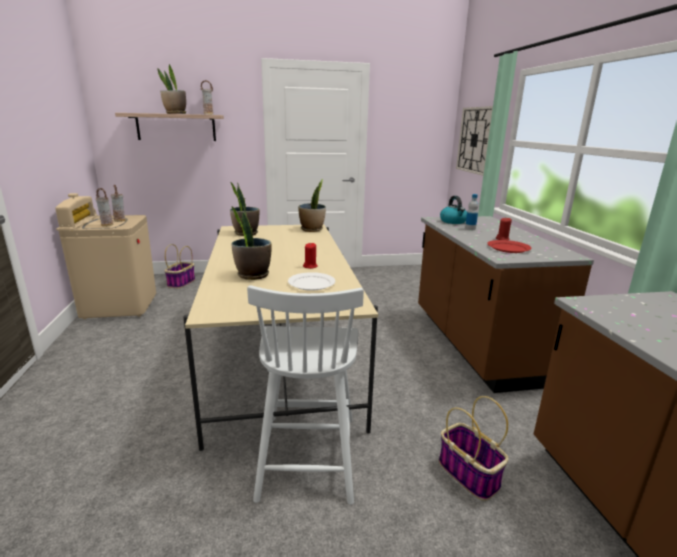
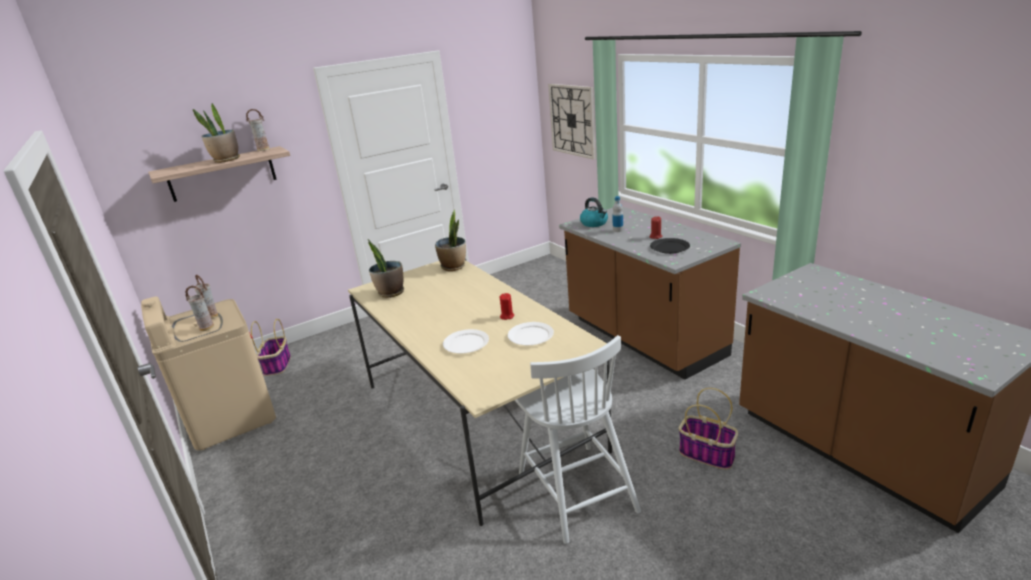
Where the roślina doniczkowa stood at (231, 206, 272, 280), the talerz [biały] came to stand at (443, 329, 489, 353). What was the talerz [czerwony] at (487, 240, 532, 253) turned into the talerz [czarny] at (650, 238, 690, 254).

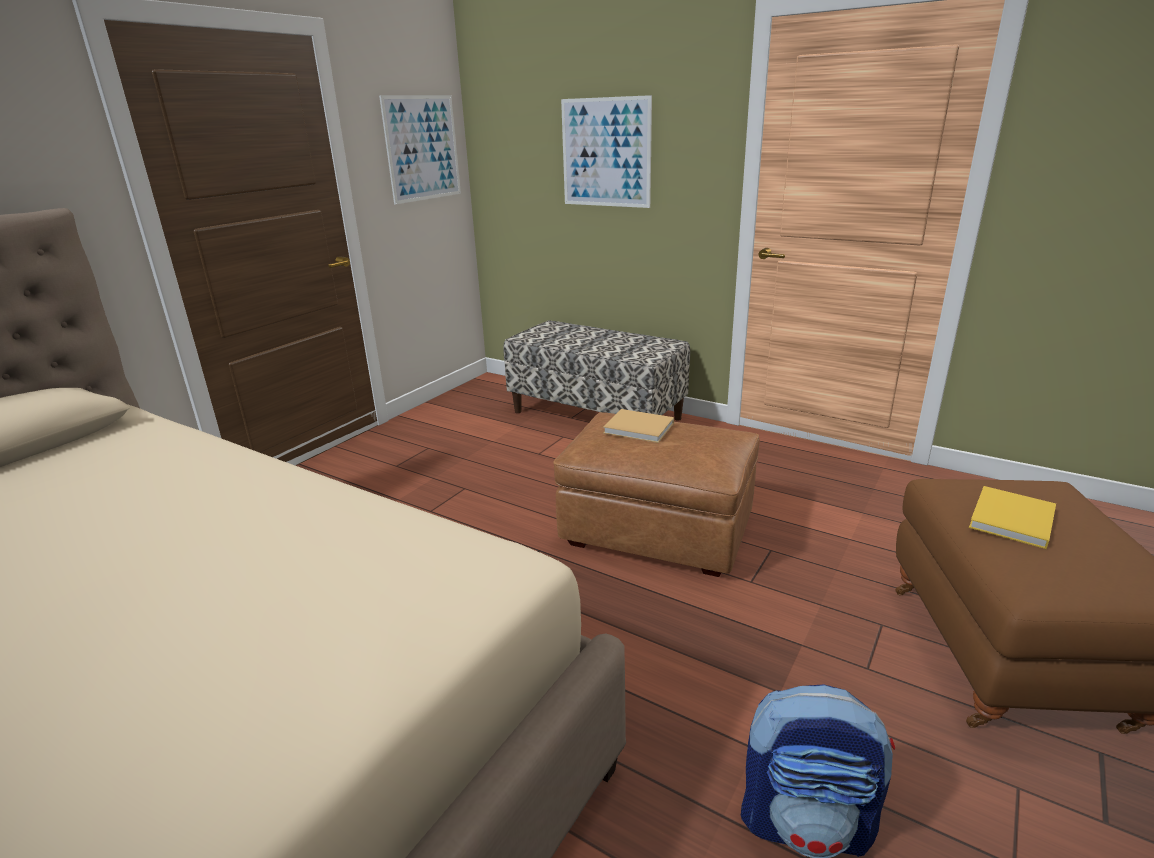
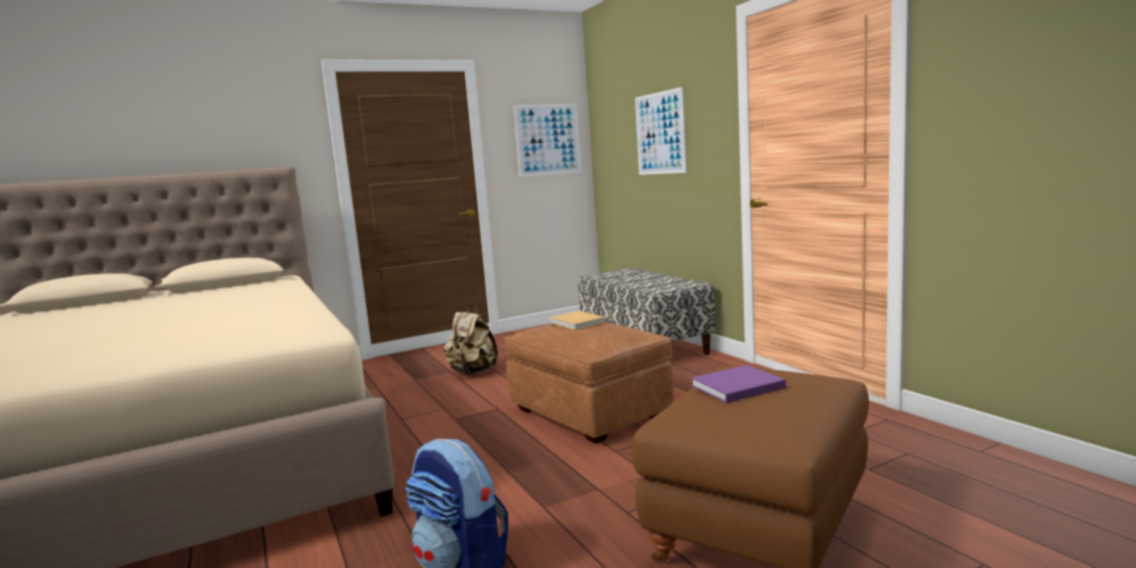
What was the książka [żółty] at (969, 486, 1056, 549) turned into the książka [fioletowy] at (691, 365, 786, 403). The second view gained the plecak [beżowy] at (444, 305, 498, 375).

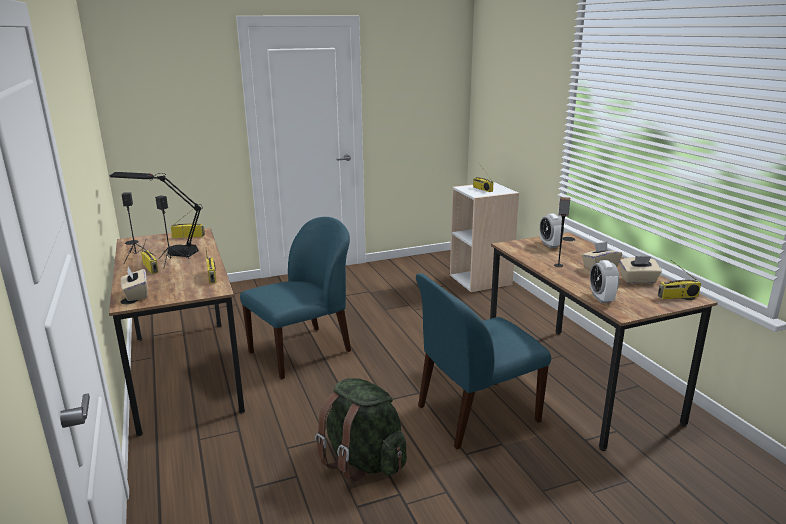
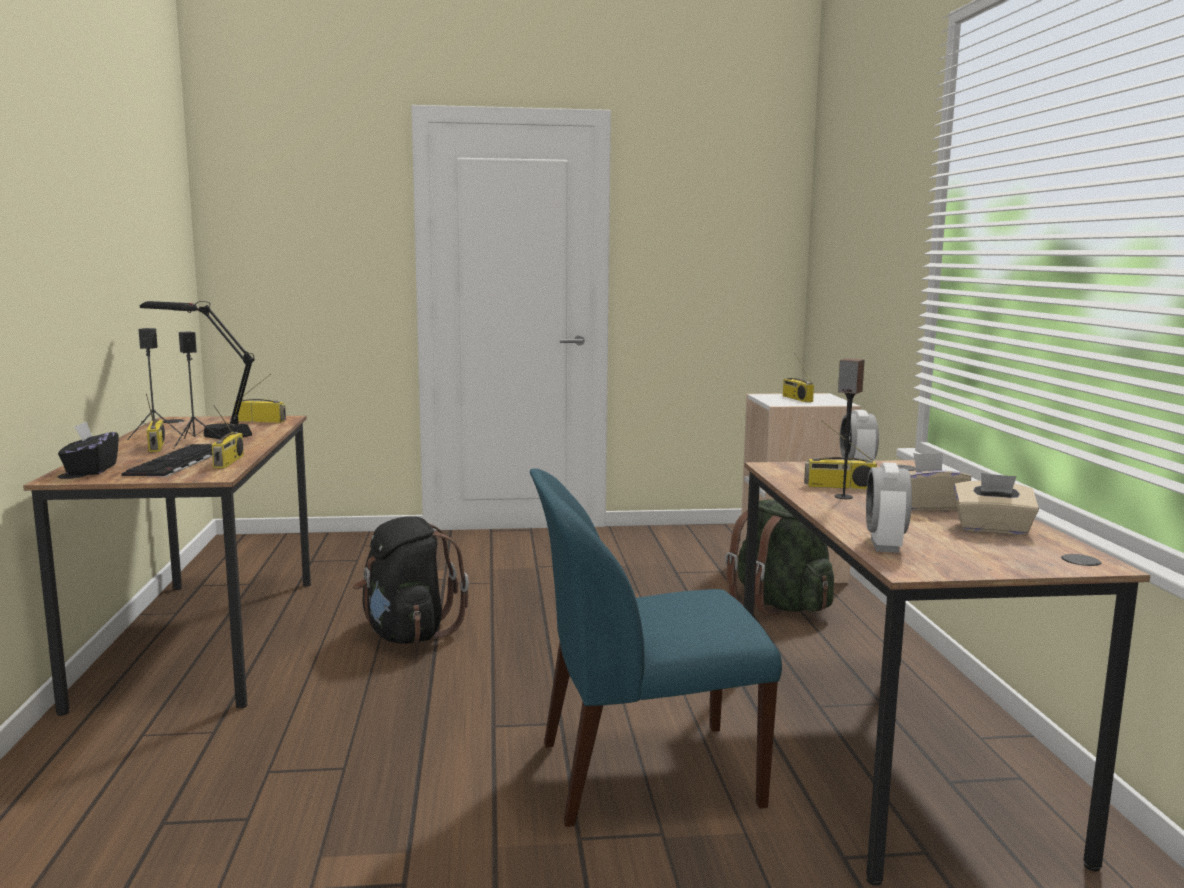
Where the krzesło [niebieski] stood at (240, 217, 351, 379), the plecak [czarny] came to stand at (353, 516, 469, 644). The radio ended up elsewhere, having gone from (658, 260, 701, 300) to (804, 421, 877, 489). What was the pudełko chusteczek [beżowy] at (121, 267, 148, 301) turned into the pudełko chusteczek [czarny] at (58, 422, 119, 475). The plecak [zielony] ended up elsewhere, having gone from (315, 378, 407, 482) to (725, 499, 834, 616). The second view gained the klawiatura at (121, 444, 212, 477).

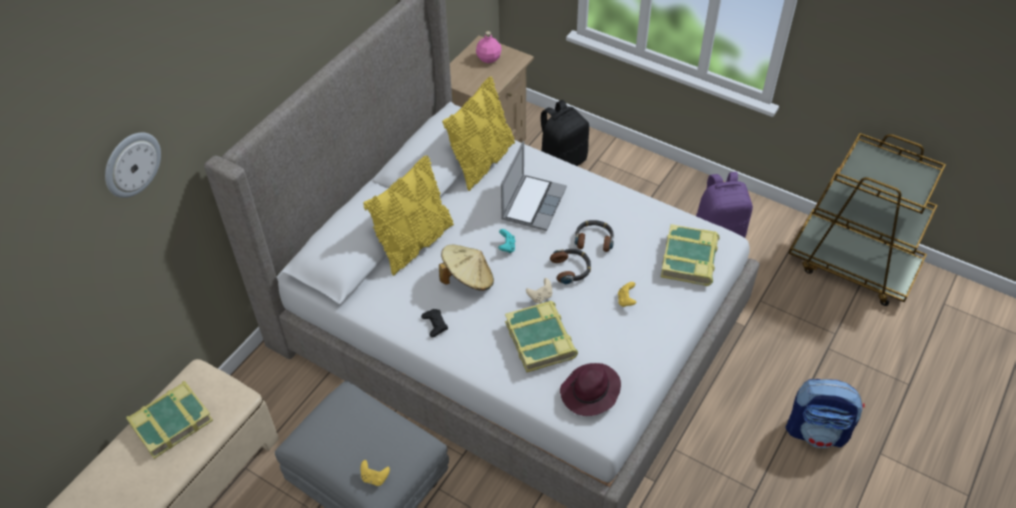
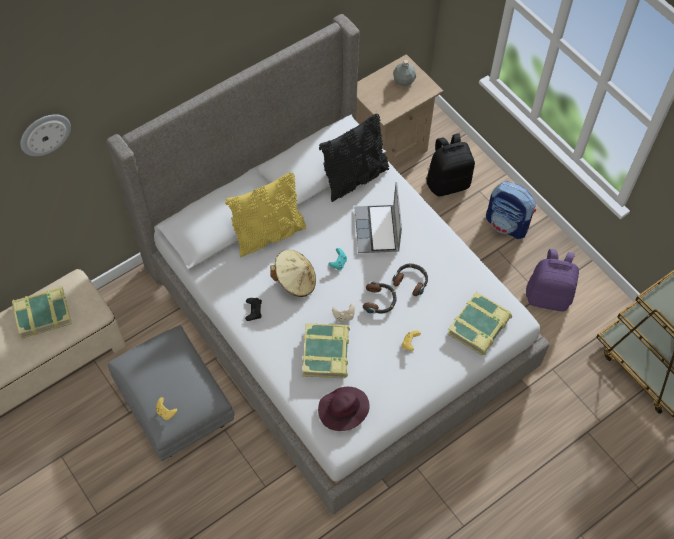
What was the butelka [różowy] at (476, 31, 502, 63) turned into the butelka [szary] at (393, 60, 416, 86). What was the poduszka [żółty] at (442, 77, 515, 191) turned into the poduszka [czarny] at (319, 114, 389, 202). The laptop at (501, 141, 567, 231) ended up facing another way, 135 degrees clockwise from before. The plecak ended up elsewhere, having gone from (786, 379, 865, 448) to (486, 181, 536, 239).

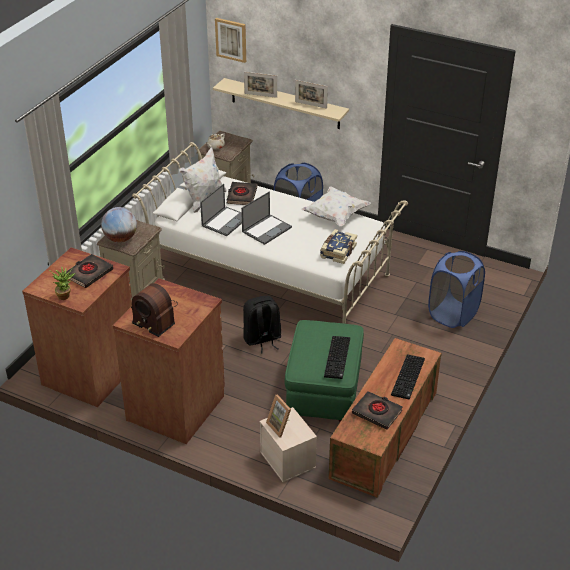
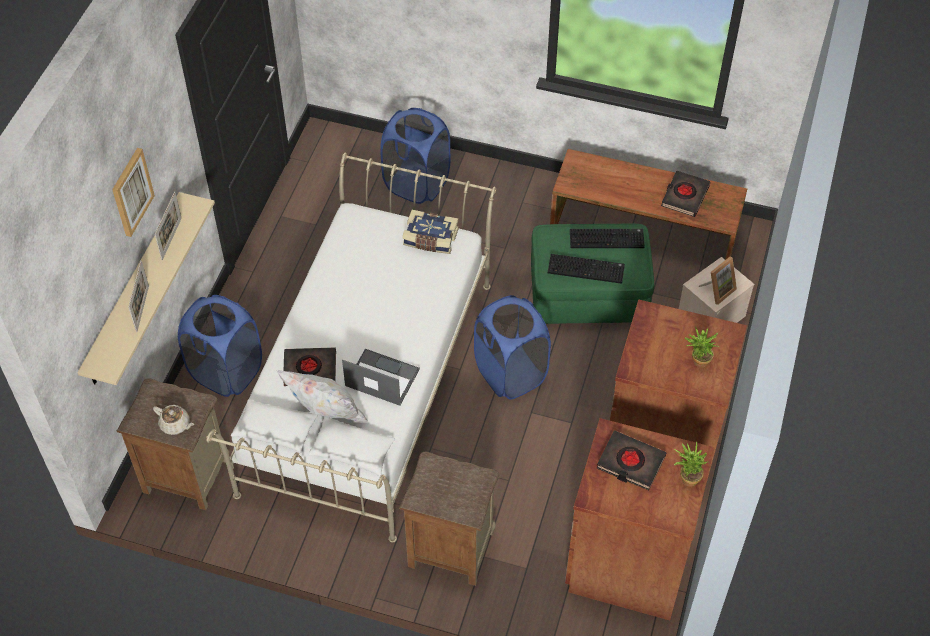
The obraz ended up elsewhere, having gone from (215, 18, 246, 63) to (112, 148, 155, 237). The second view lost the poduszka [biały] at (301, 186, 371, 226). The second view lost the laptop at (241, 191, 292, 245). The second view lost the globus at (101, 207, 137, 242). Where the radio stood at (131, 283, 178, 337), the roślina doniczkowa came to stand at (685, 326, 719, 368). Where the plecak [czarny] stood at (243, 295, 281, 354), the kosz na pranie [niebieski] came to stand at (474, 295, 551, 400). The klawiatura ended up elsewhere, having gone from (391, 354, 425, 399) to (548, 254, 625, 284).

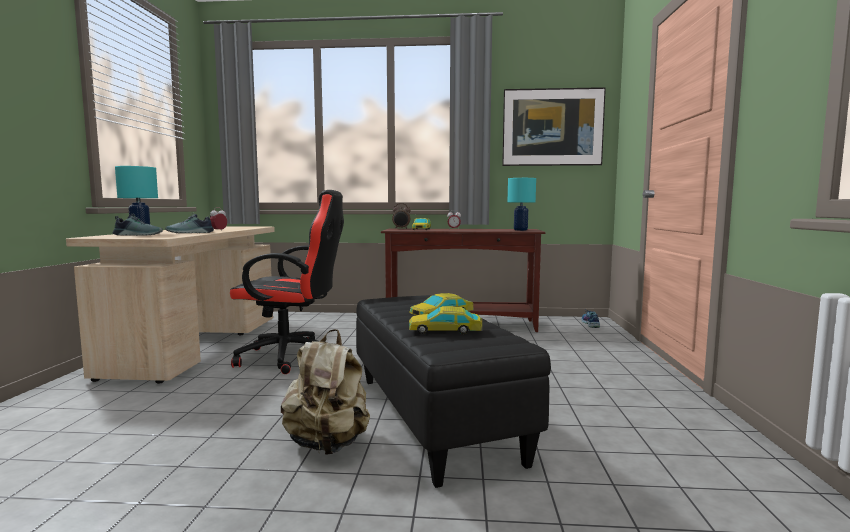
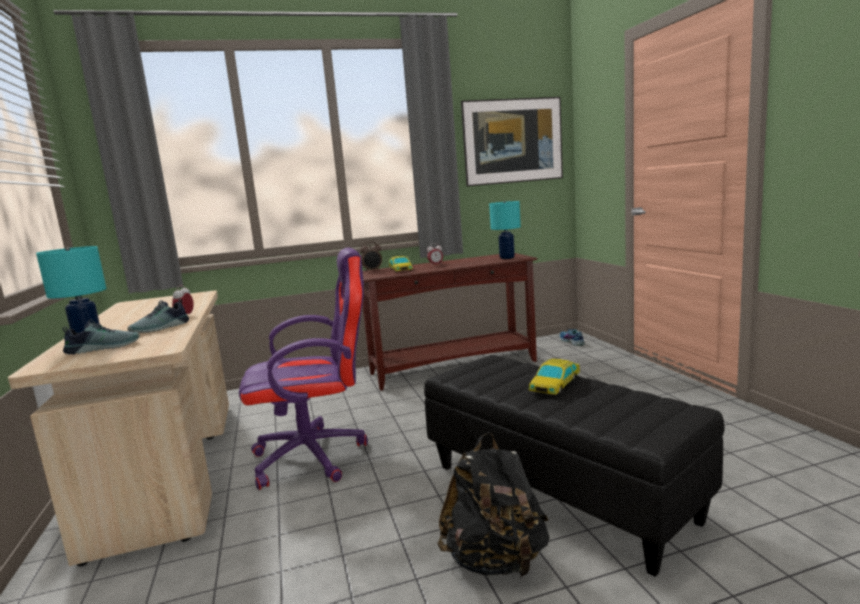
What was the krzesło biurowe [czarny] at (230, 190, 344, 374) turned into the krzesło biurowe [fioletowy] at (239, 248, 368, 490). The second view lost the samochodzik at (409, 306, 482, 334). What was the plecak [beżowy] at (281, 329, 370, 455) turned into the plecak [czarny] at (437, 432, 550, 578).

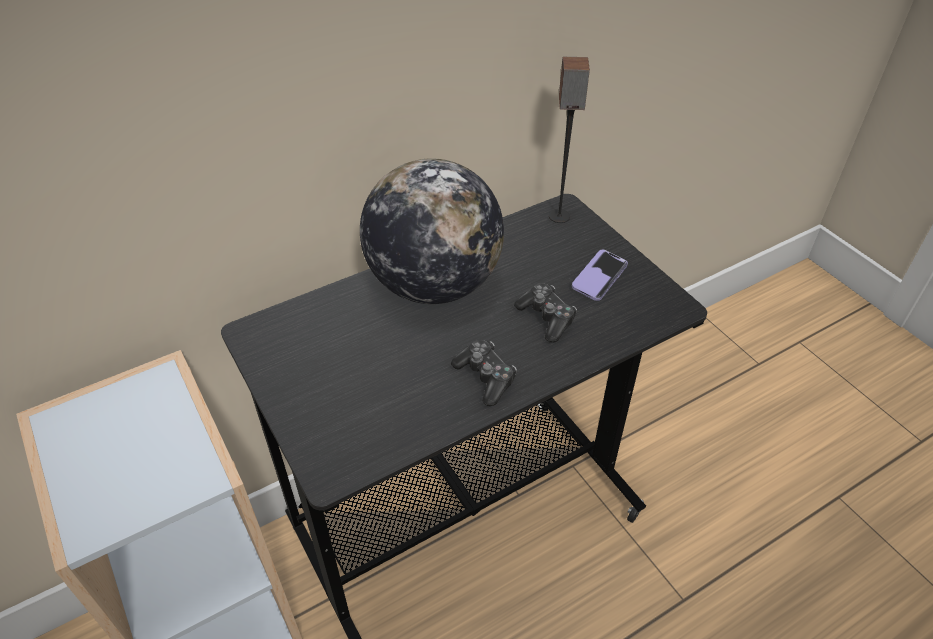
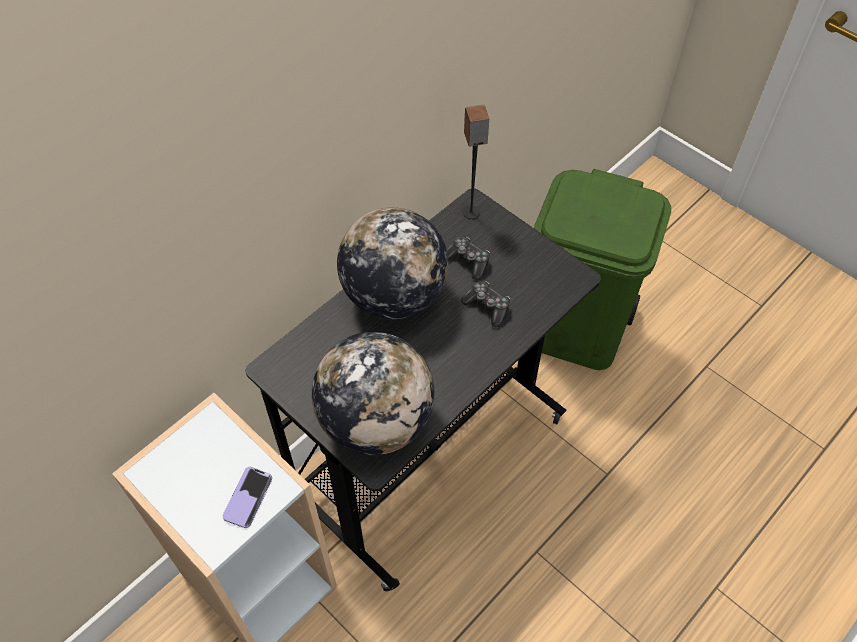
The telefon ended up elsewhere, having gone from (572, 250, 628, 301) to (223, 467, 272, 528). The pad do gier ended up elsewhere, having gone from (451, 340, 517, 406) to (447, 237, 490, 280). The second view gained the kosz na śmieci [zielony] at (534, 169, 671, 370). The second view gained the globus at (312, 332, 435, 455).

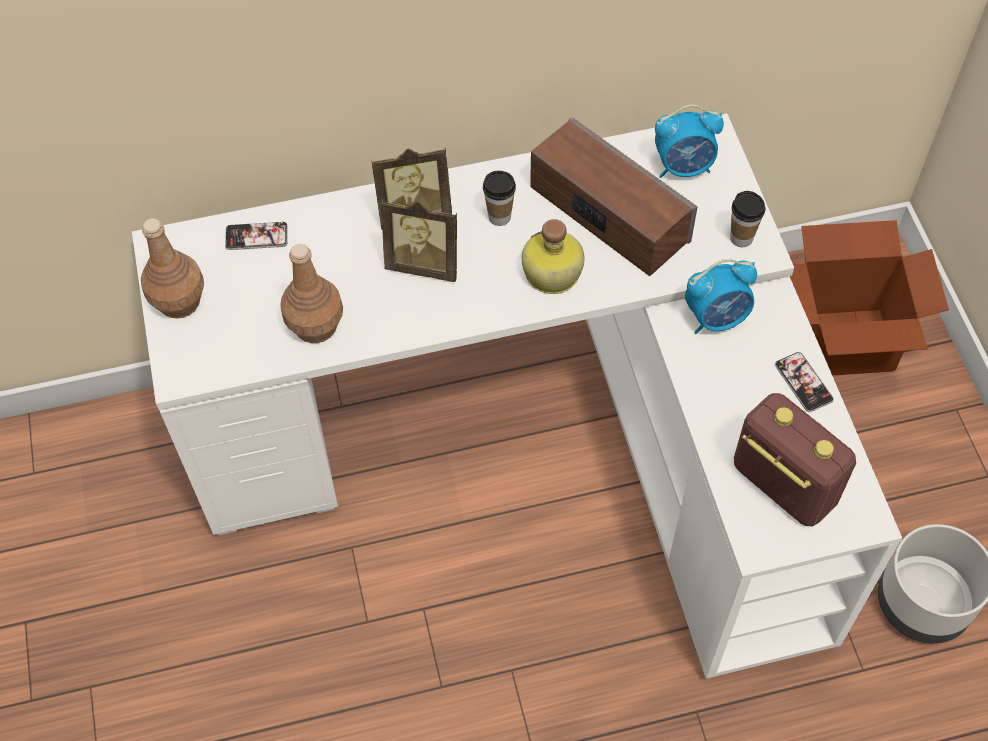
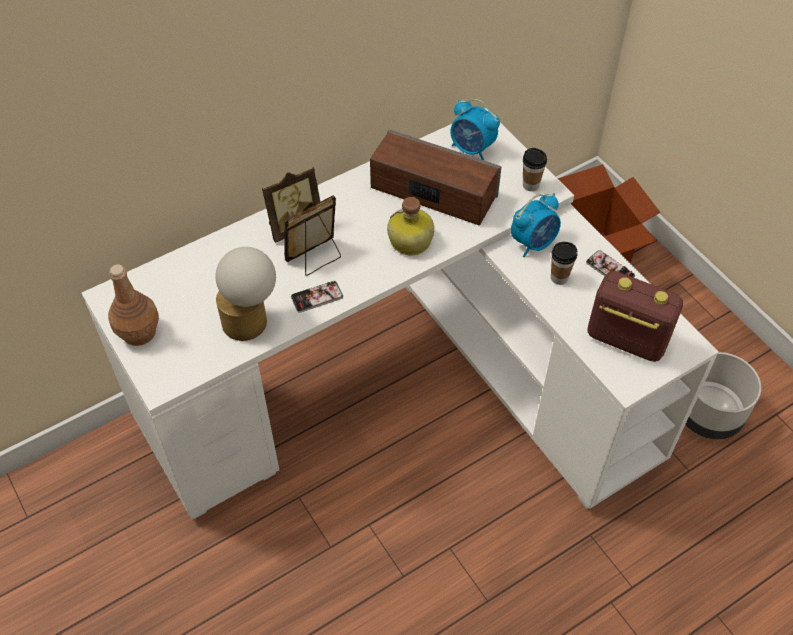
The budzik at (655, 104, 724, 178) ended up facing another way, 60 degrees clockwise from before. The filiżanka ended up elsewhere, having gone from (483, 171, 516, 226) to (551, 242, 577, 285). The ramka na zdjęcie at (381, 200, 457, 282) ended up facing another way, 150 degrees clockwise from before. The telefon ended up elsewhere, having gone from (225, 222, 288, 250) to (291, 281, 343, 313). Where the butelka [brązowy] stood at (280, 244, 343, 343), the lampa stołowa came to stand at (216, 247, 276, 341).

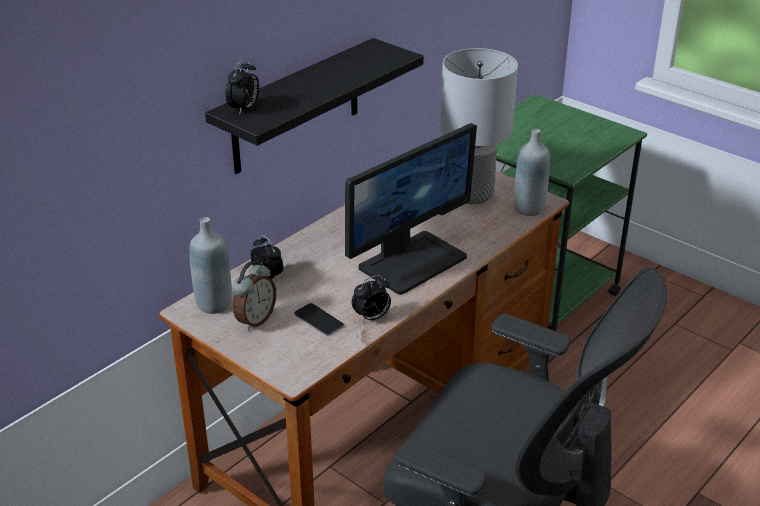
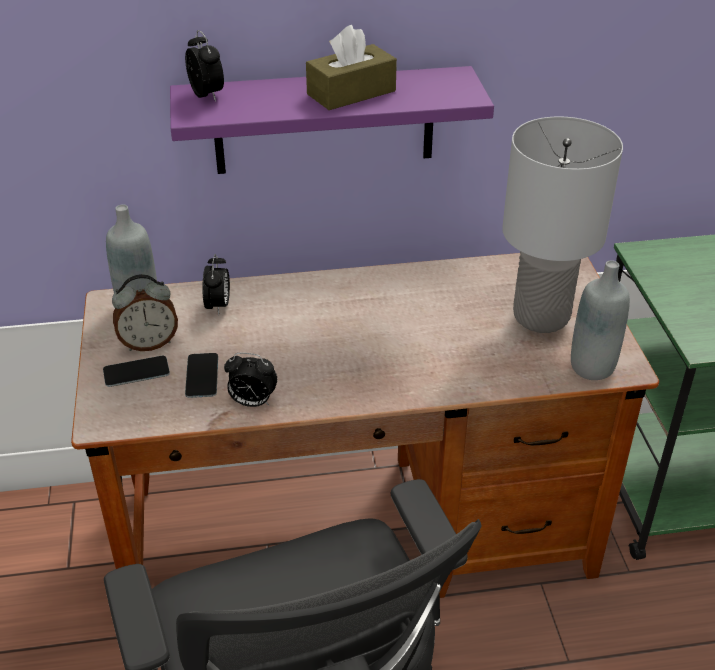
What was the półka [czarny] at (205, 38, 424, 174) turned into the półka [fioletowy] at (170, 66, 494, 174). The budzik at (225, 58, 259, 114) ended up facing another way, 90 degrees counterclockwise from before. The second view lost the monitor at (345, 123, 477, 295). The second view gained the pudełko chusteczek [brązowy] at (306, 25, 397, 110). The second view gained the telefon at (103, 356, 170, 387).

